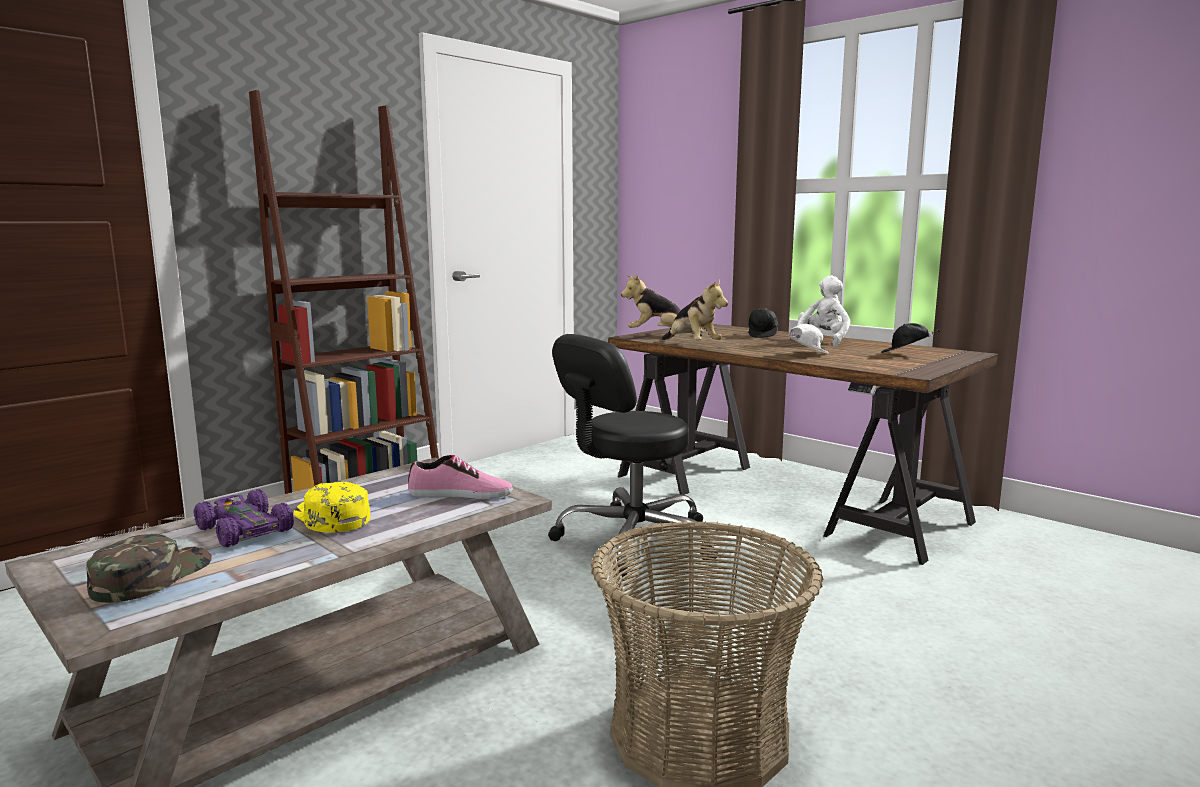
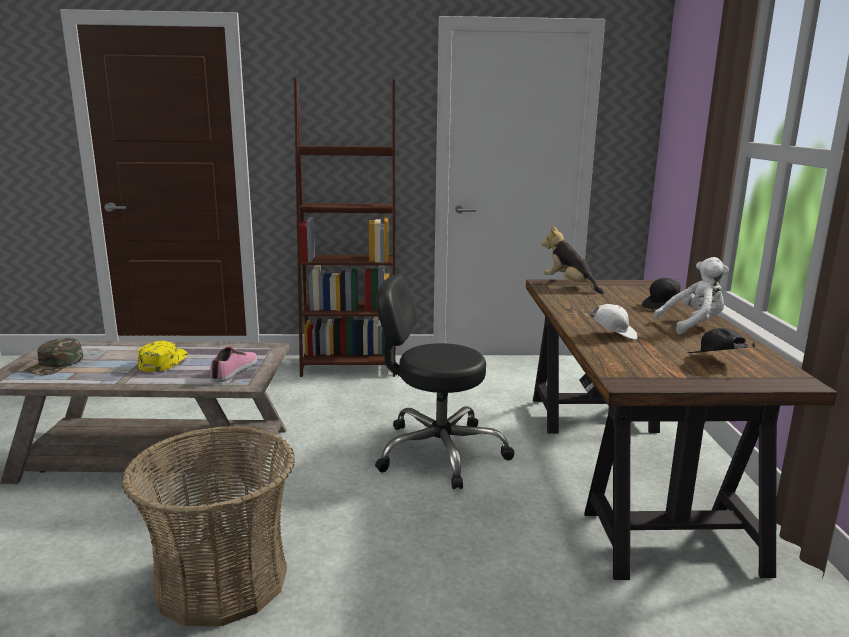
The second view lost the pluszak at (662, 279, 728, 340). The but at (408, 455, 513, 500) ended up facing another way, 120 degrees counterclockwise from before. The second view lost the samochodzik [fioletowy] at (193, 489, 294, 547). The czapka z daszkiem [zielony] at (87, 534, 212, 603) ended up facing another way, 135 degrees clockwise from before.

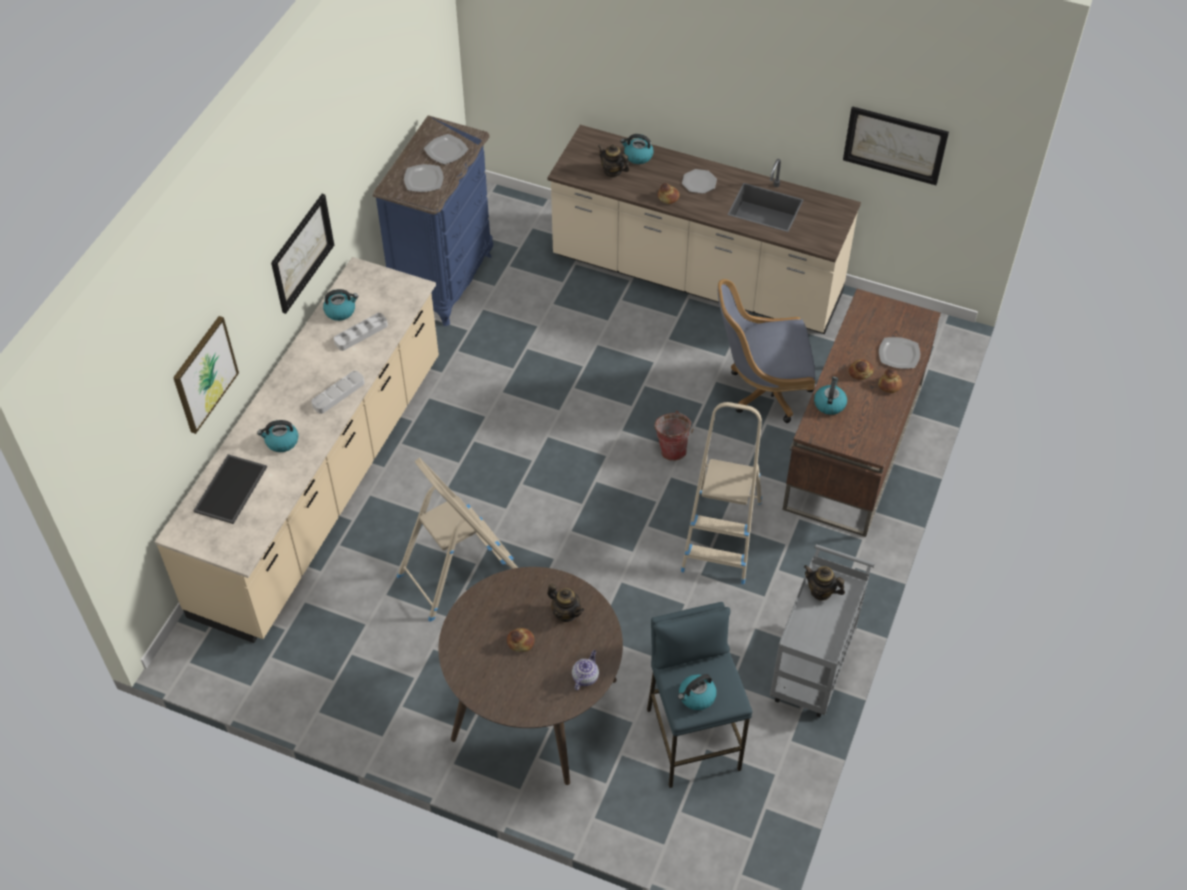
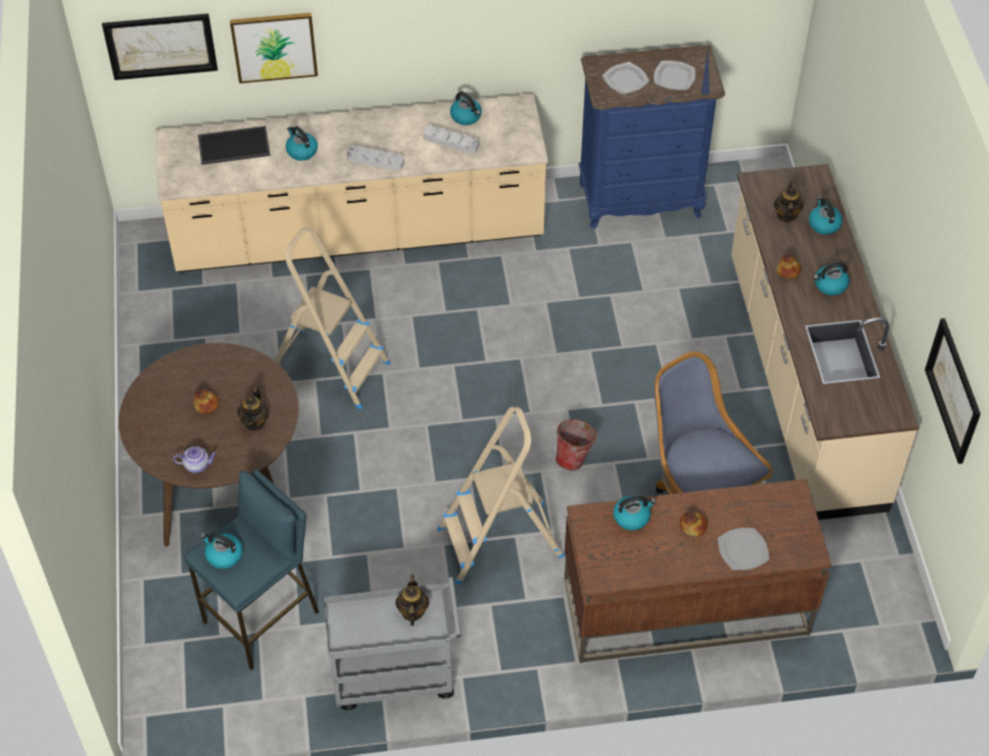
Where the talerz stood at (682, 169, 717, 194), the czajnik came to stand at (813, 262, 850, 296). The obraz ended up elsewhere, having gone from (271, 194, 334, 314) to (102, 13, 218, 80). The second view lost the chleb at (878, 369, 902, 393).

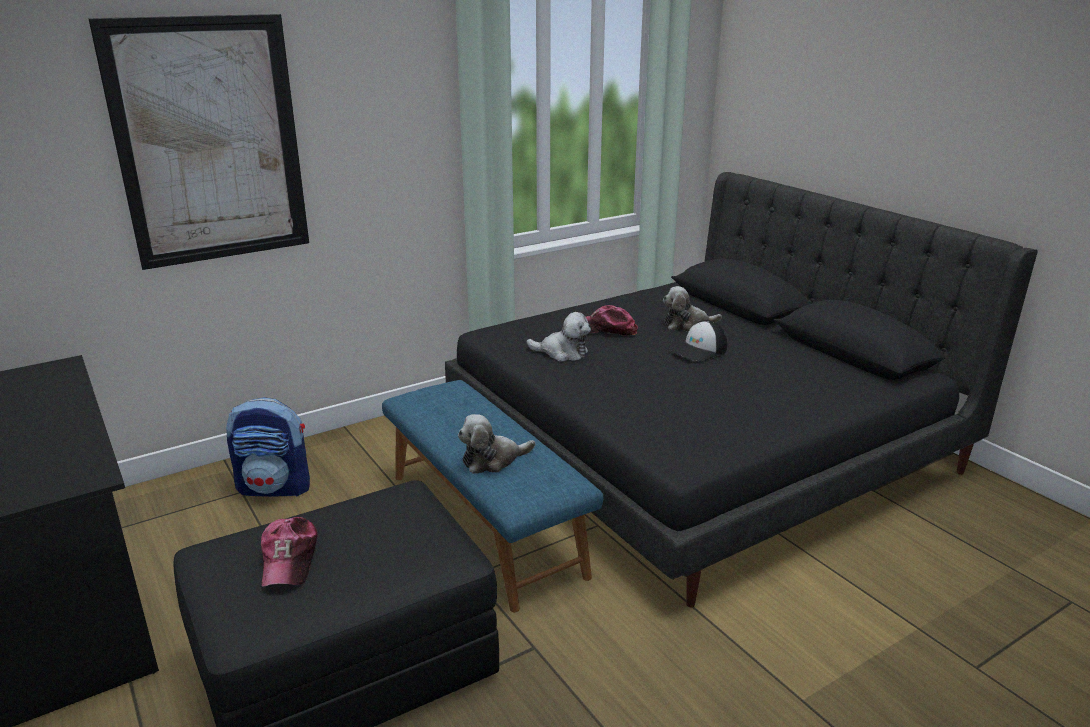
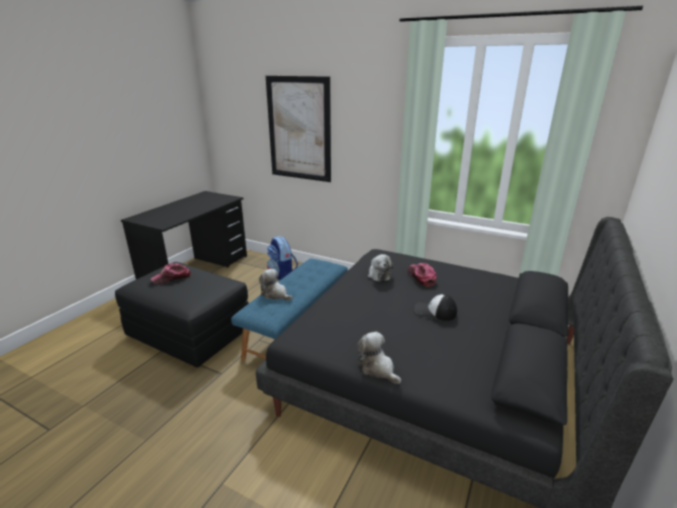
The pluszak ended up elsewhere, having gone from (663, 286, 722, 331) to (357, 332, 401, 384).

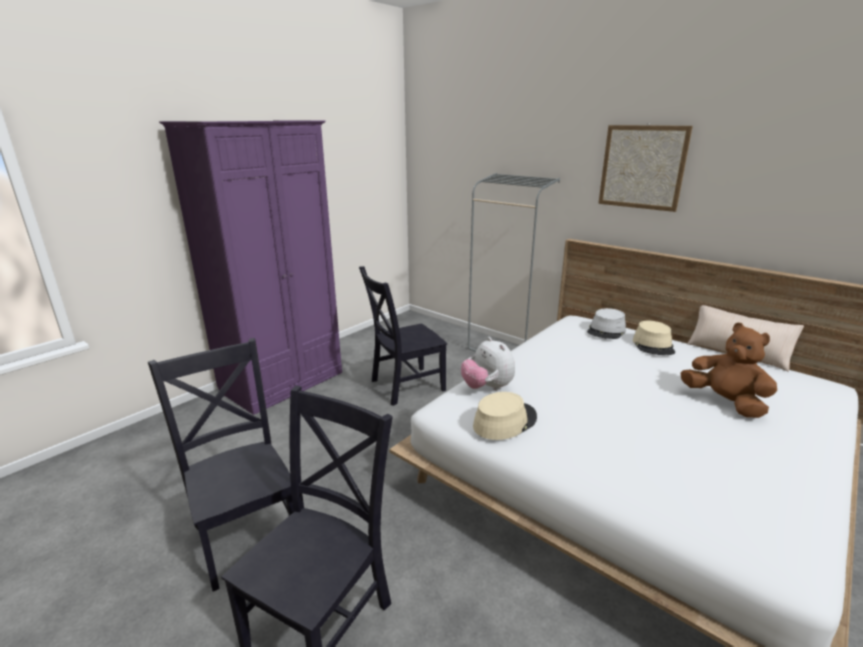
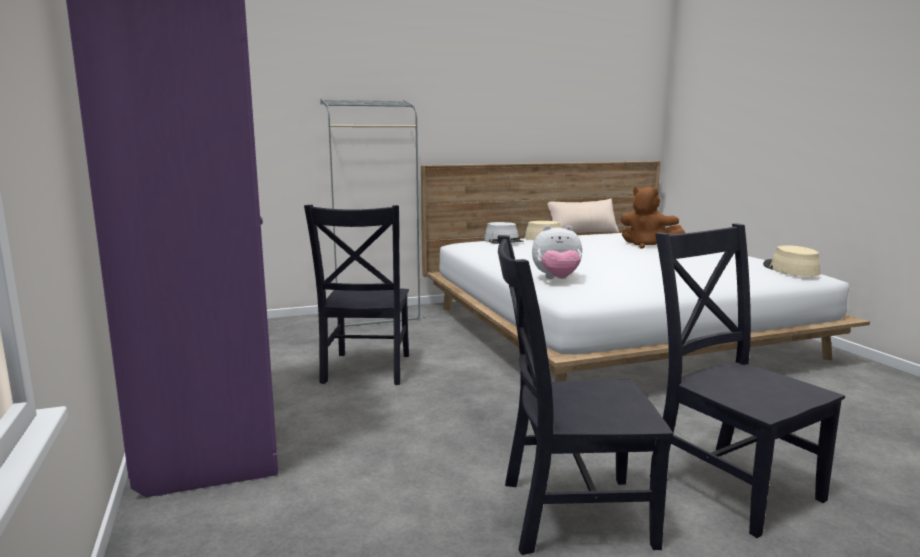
The second view lost the obraz at (598, 124, 693, 212). The pluszak [brązowy] at (680, 323, 777, 418) ended up facing another way, 135 degrees counterclockwise from before. The kapelusz [beżowy] ended up elsewhere, having gone from (473, 392, 537, 440) to (763, 245, 820, 277).

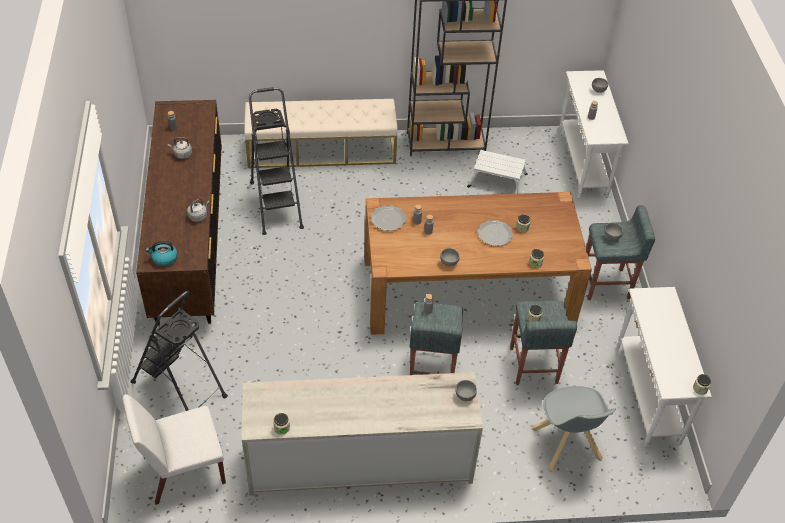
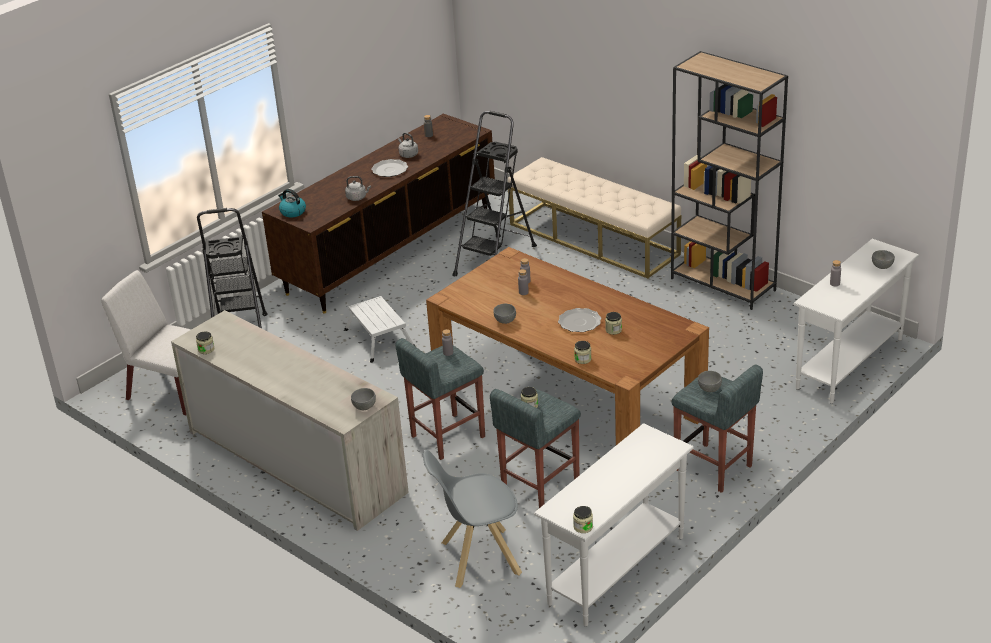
The drabinka [biały] ended up elsewhere, having gone from (467, 150, 527, 194) to (344, 296, 416, 363). The talerz ended up elsewhere, having gone from (371, 205, 406, 231) to (371, 159, 408, 177). The krzesło [szary] at (532, 386, 616, 472) ended up facing another way, 45 degrees clockwise from before.

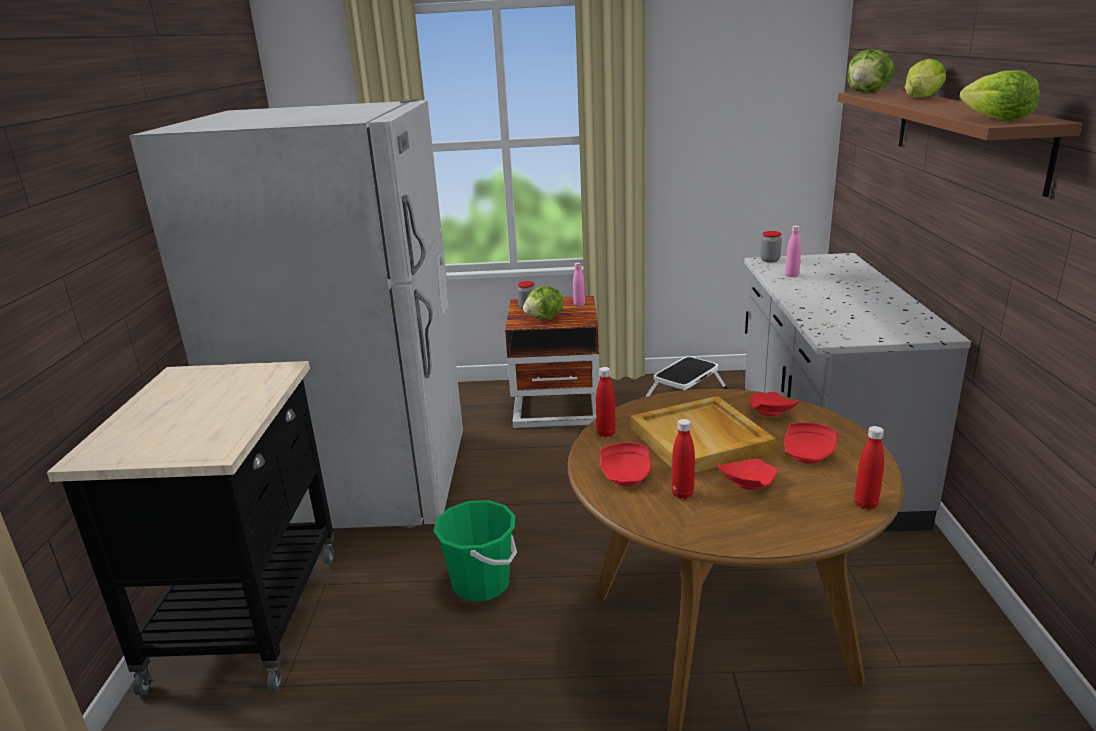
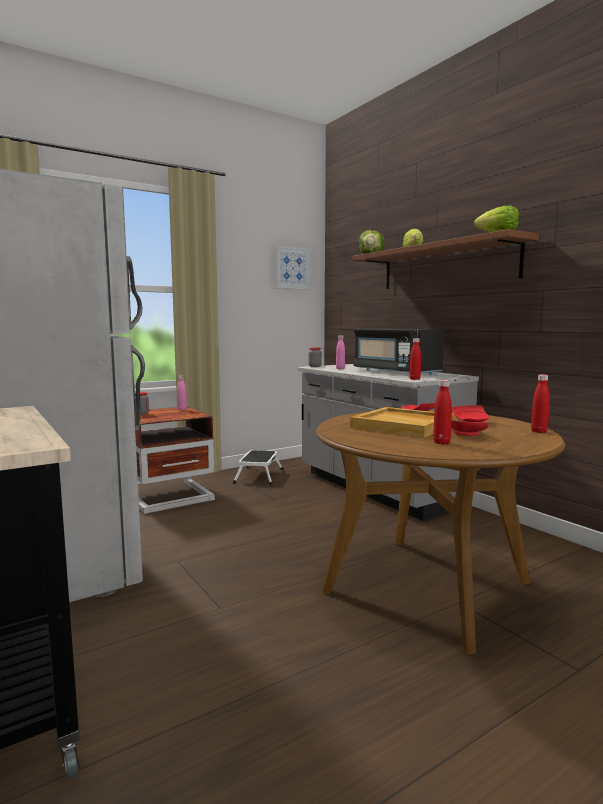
The second view lost the sałata at (523, 286, 563, 320). The butelka [czerwony] ended up elsewhere, having gone from (596, 367, 616, 437) to (409, 338, 421, 380). The second view lost the talerz [czerwony] at (600, 442, 651, 486). The second view lost the wiadro [zielony] at (433, 500, 517, 601). The second view gained the obraz at (274, 245, 311, 290). The second view gained the mikrofalówka [czarny] at (353, 329, 444, 374).

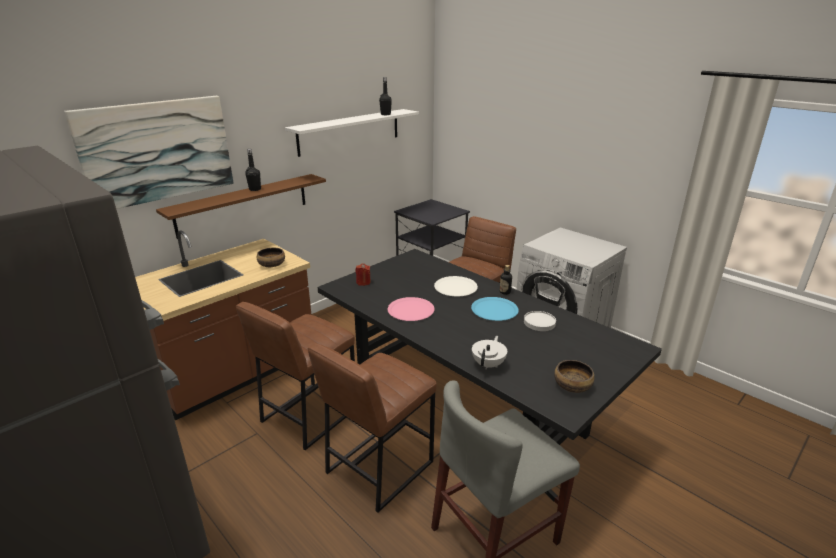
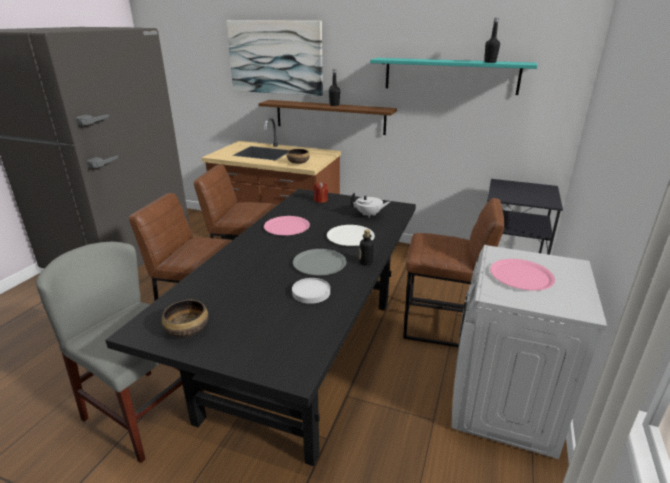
What was the półka [biały] at (285, 109, 419, 157) turned into the półka [turkusowy] at (370, 58, 537, 95). What was the talerz [niebieski] at (471, 297, 519, 321) turned into the talerz [szary] at (293, 249, 346, 275). The imbryk [biały] ended up elsewhere, having gone from (472, 336, 507, 369) to (350, 193, 391, 218). The second view gained the talerz [różowy] at (490, 259, 555, 291).

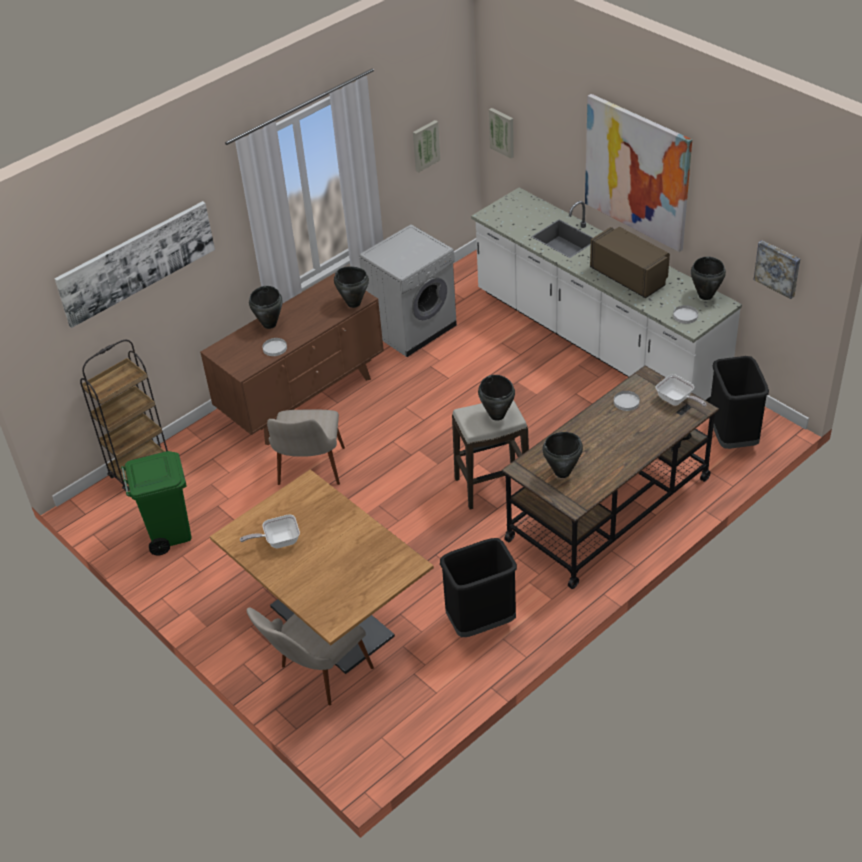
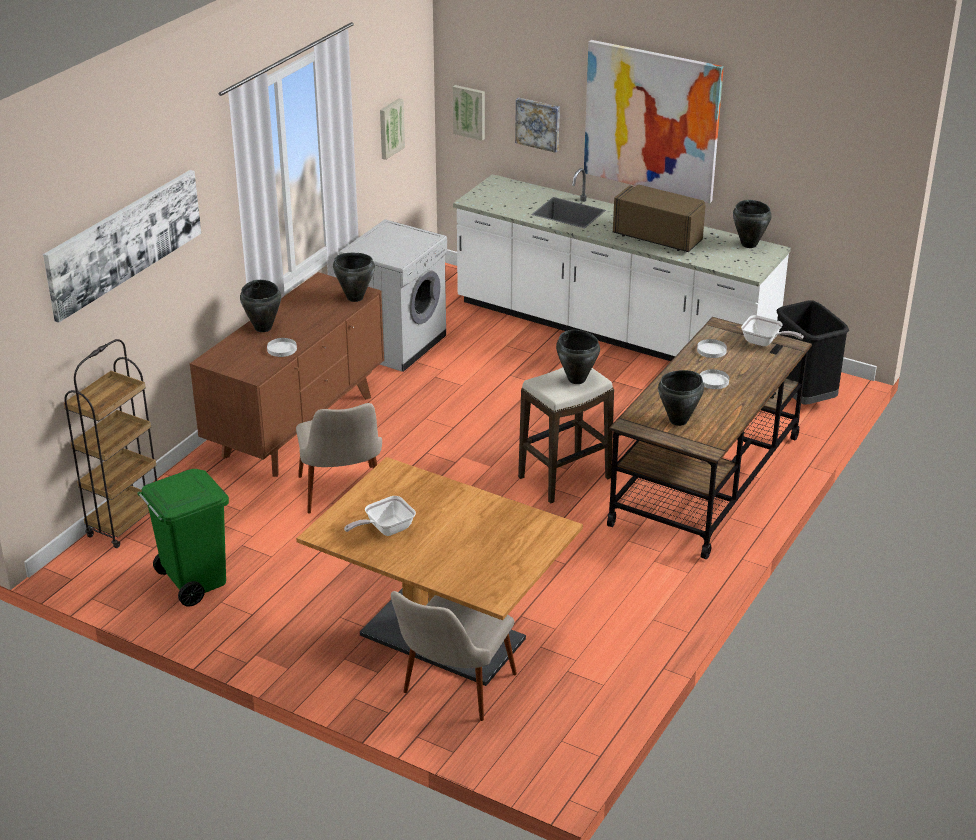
The obraz ended up elsewhere, having gone from (753, 240, 800, 299) to (515, 98, 560, 153). The talerz [biały] ended up elsewhere, having gone from (673, 305, 698, 324) to (700, 369, 729, 389). The second view lost the kosz na śmieci [czarny] at (440, 538, 517, 637).

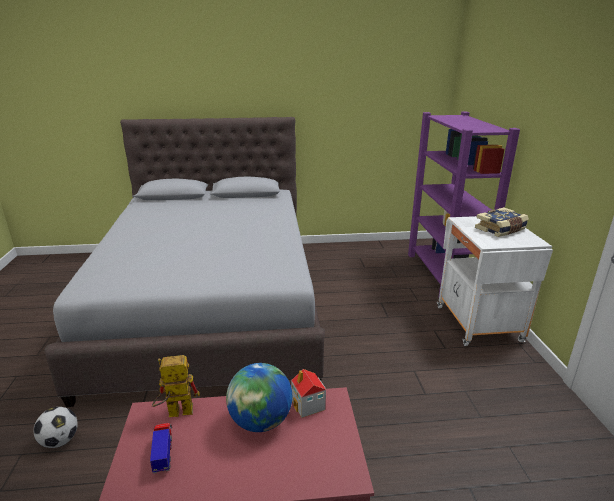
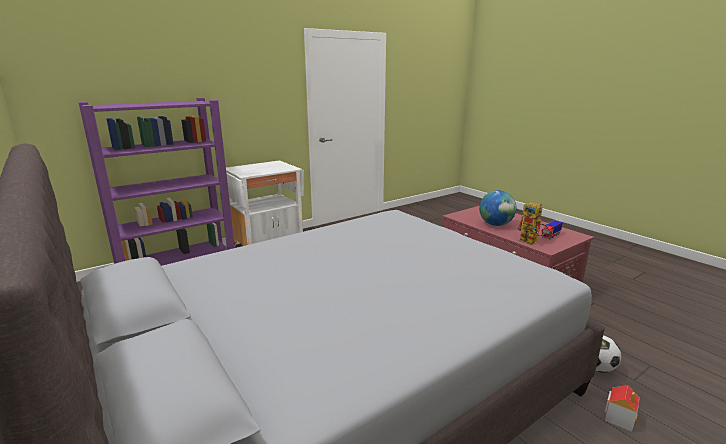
The second view lost the książka at (475, 207, 529, 237). The domek ended up elsewhere, having gone from (291, 369, 326, 418) to (604, 385, 640, 432).

